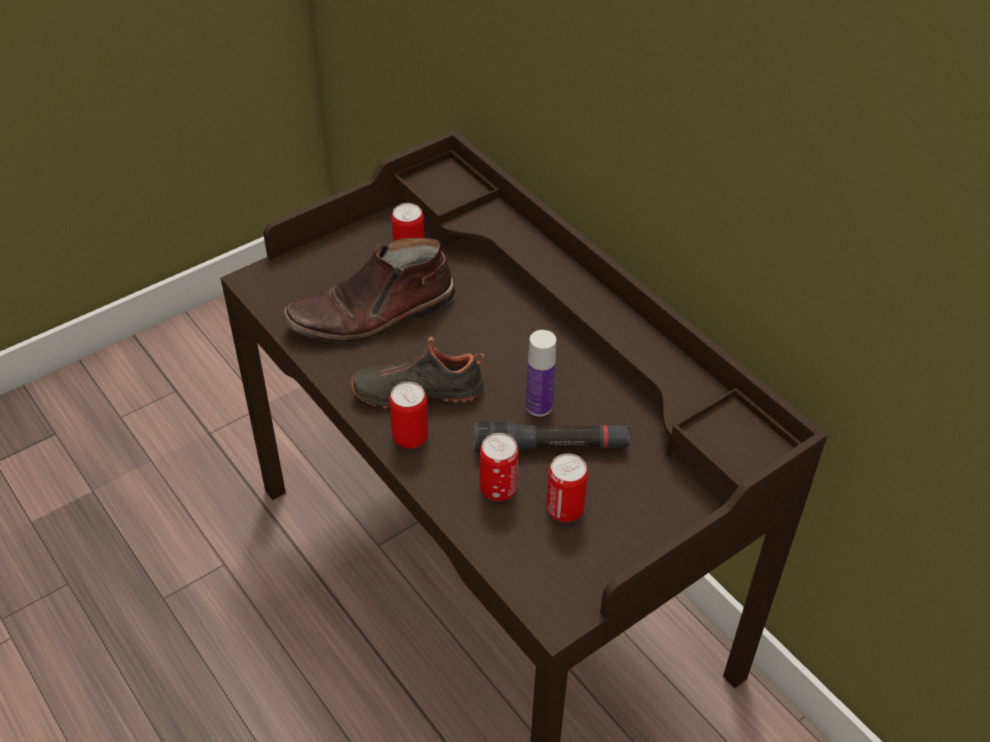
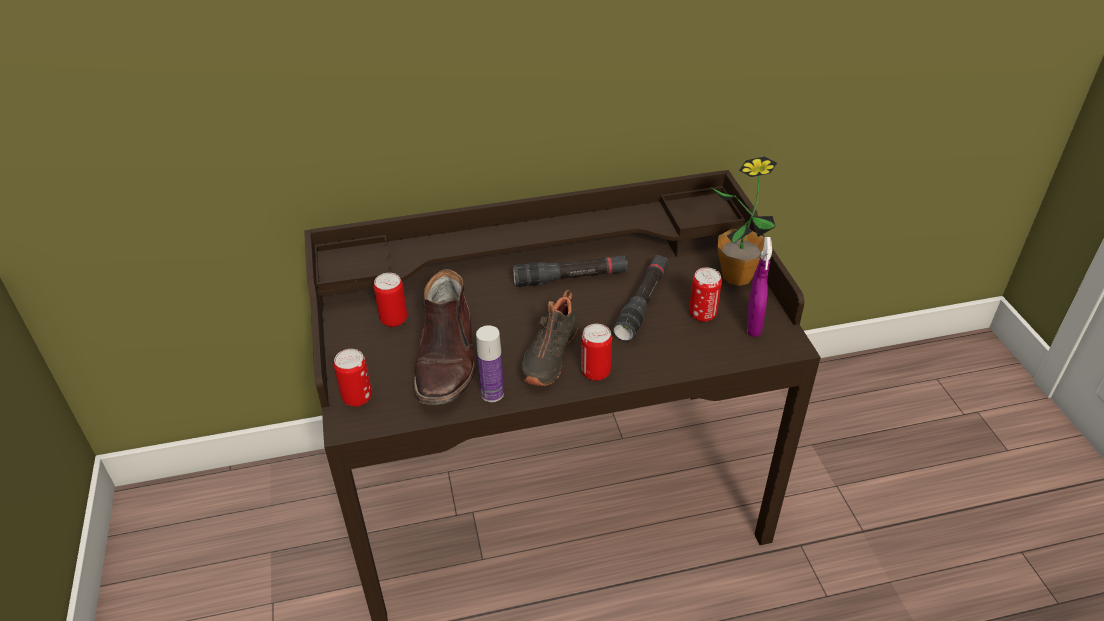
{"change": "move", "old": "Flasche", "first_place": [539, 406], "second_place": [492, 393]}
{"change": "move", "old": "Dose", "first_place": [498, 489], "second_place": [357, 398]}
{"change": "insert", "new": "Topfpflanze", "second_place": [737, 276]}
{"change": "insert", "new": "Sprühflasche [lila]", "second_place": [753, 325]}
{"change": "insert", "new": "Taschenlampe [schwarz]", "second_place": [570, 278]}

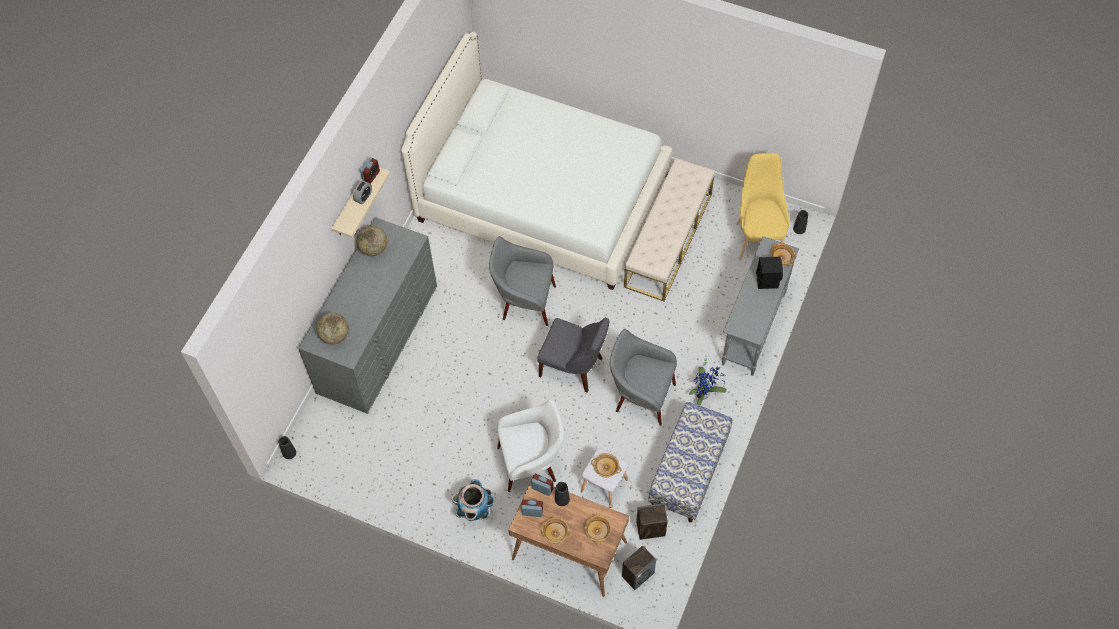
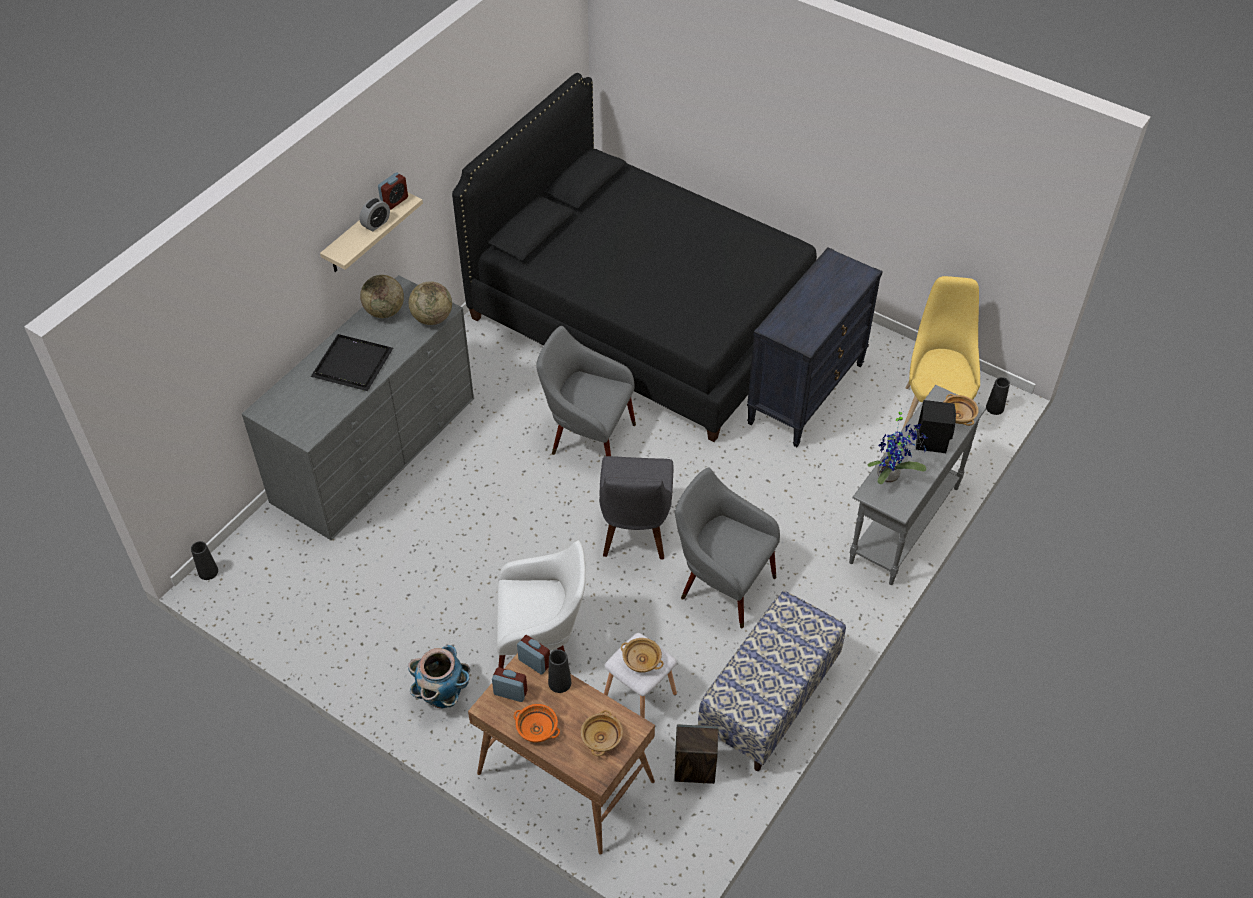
{"change": "recolor", "old": "Bett [weiß]", "new": "Bett [schwarz]", "first_place": [542, 197], "second_place": [645, 315]}
{"change": "replace", "old": "Bank [beige]", "new": "Kommode [schwarz]", "first_place": [668, 240], "second_place": [806, 392]}
{"change": "move", "old": "Globus", "first_place": [335, 336], "second_place": [432, 318]}
{"change": "rotate", "old": "Stuhl [grau]", "first_place": [574, 368], "second_place": [634, 531], "degrees": 60}
{"change": "move", "old": "Topfpflanze", "first_place": [704, 393], "second_place": [891, 475]}
{"change": "recolor", "old": "Schüssel [beige]", "new": "Schüssel [orange]", "first_place": [555, 533], "second_place": [537, 729]}
{"change": "delete", "old": "Lautsprecher", "first_place": [637, 574]}
{"change": "insert", "new": "Tablett [schwarz]", "second_place": [354, 363]}

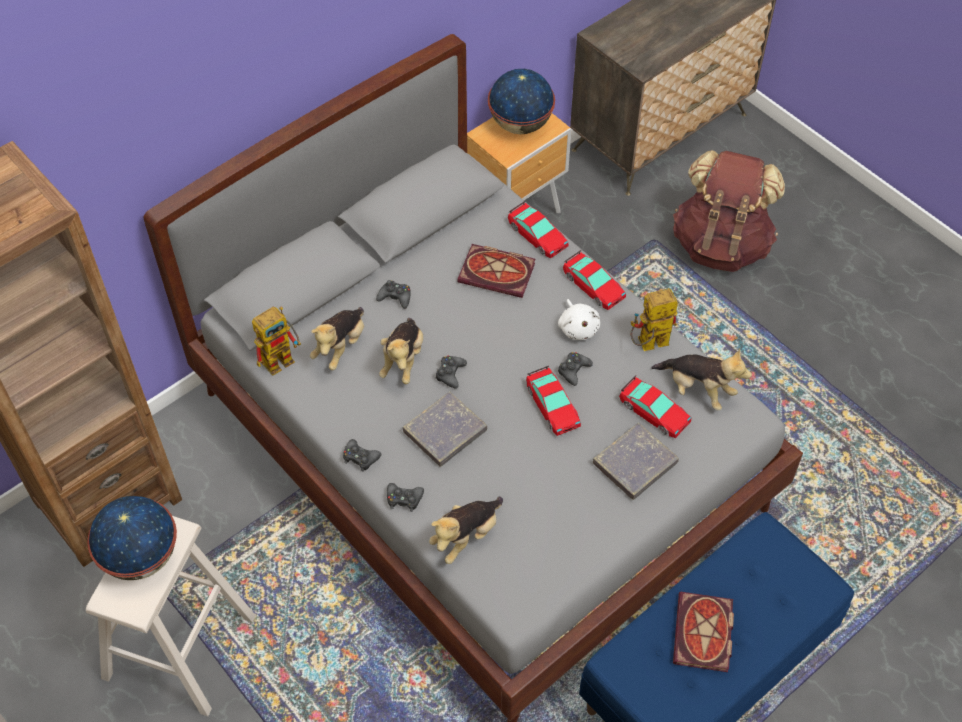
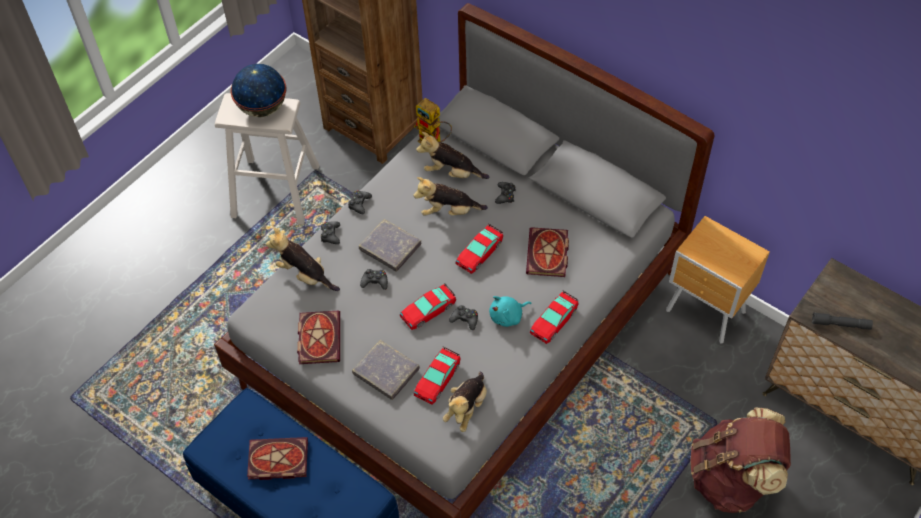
{"change": "delete", "old": "Globus", "first_place": [521, 125]}
{"change": "move", "old": "Spielzeugauto", "first_place": [537, 235], "second_place": [479, 252]}
{"change": "delete", "old": "Spielzeugroboter", "first_place": [648, 345]}
{"change": "recolor", "old": "Plüschtier [weiß]", "new": "Plüschtier [türkis]", "first_place": [578, 327], "second_place": [508, 316]}
{"change": "move", "old": "Gamepad [schwarz]", "first_place": [450, 374], "second_place": [375, 281]}
{"change": "insert", "new": "Buch", "second_place": [318, 337]}
{"change": "insert", "new": "Taschenlampe [grau]", "second_place": [840, 324]}

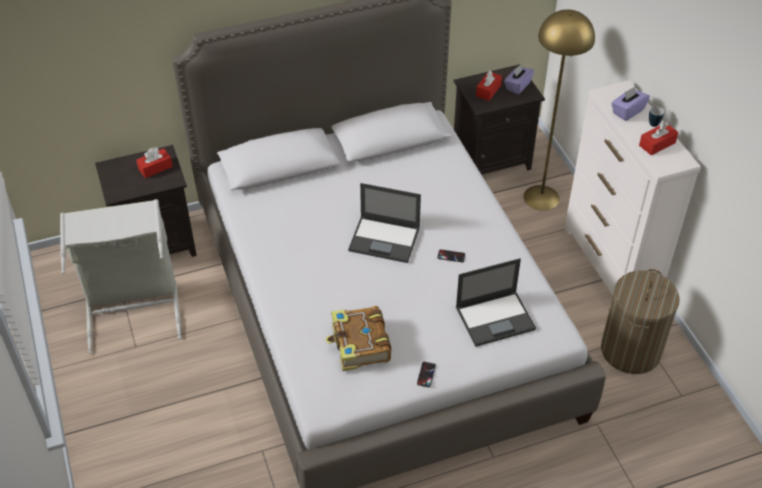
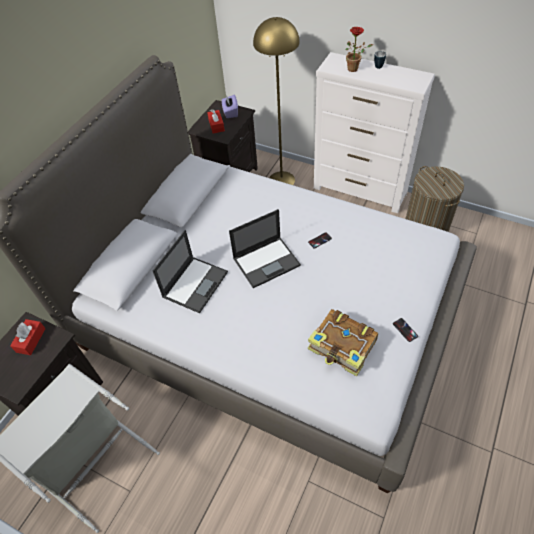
{"change": "replace", "old": "Taschentuchbox [lila]", "new": "Topfpflanze", "first_place": [627, 111], "second_place": [355, 69]}
{"change": "delete", "old": "Taschentuchbox [rot]", "first_place": [657, 144]}
{"change": "move", "old": "Laptop", "first_place": [496, 318], "second_place": [195, 284]}

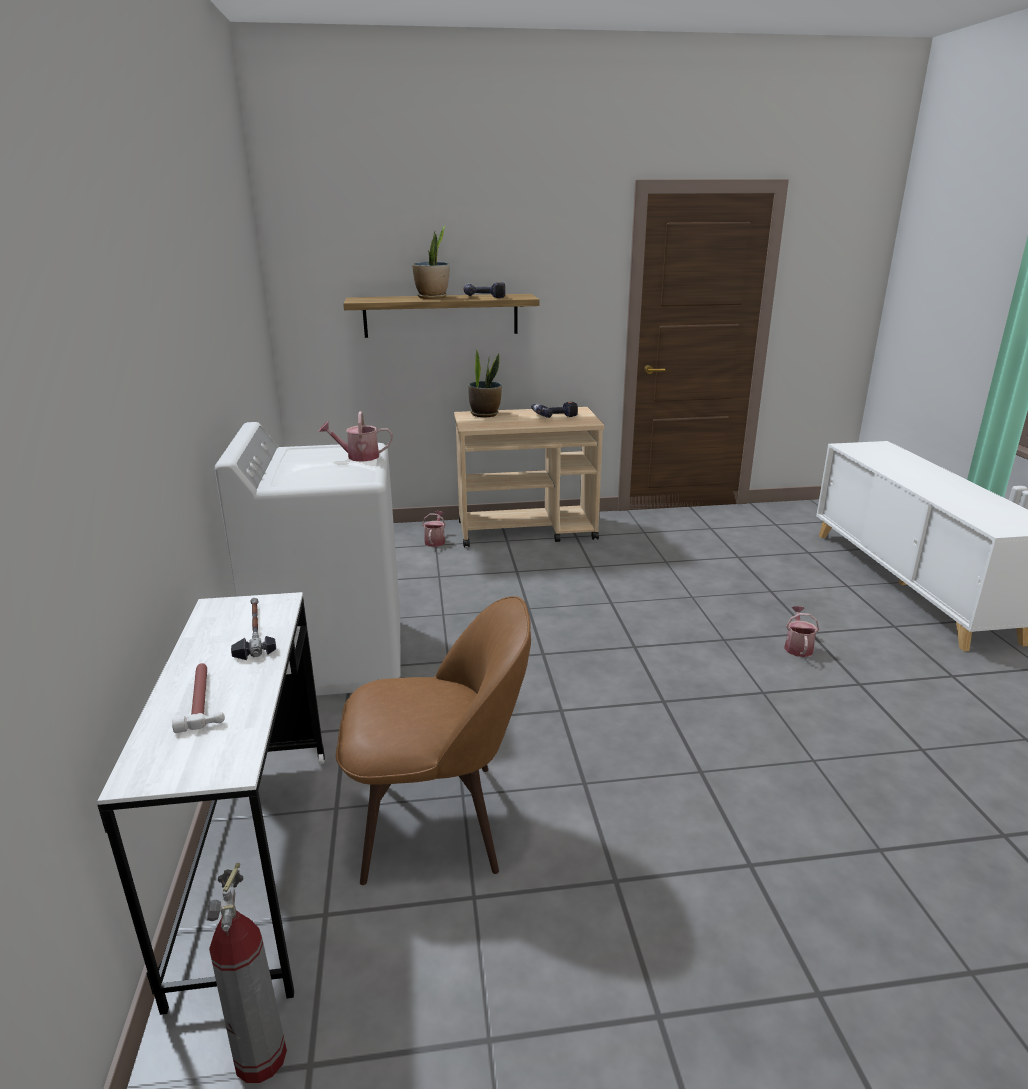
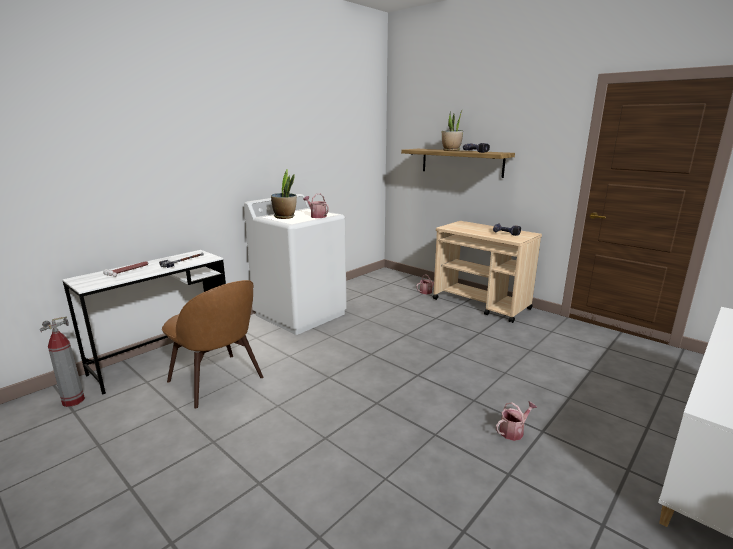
{"change": "move", "old": "Topfpflanze", "first_place": [485, 414], "second_place": [285, 217]}

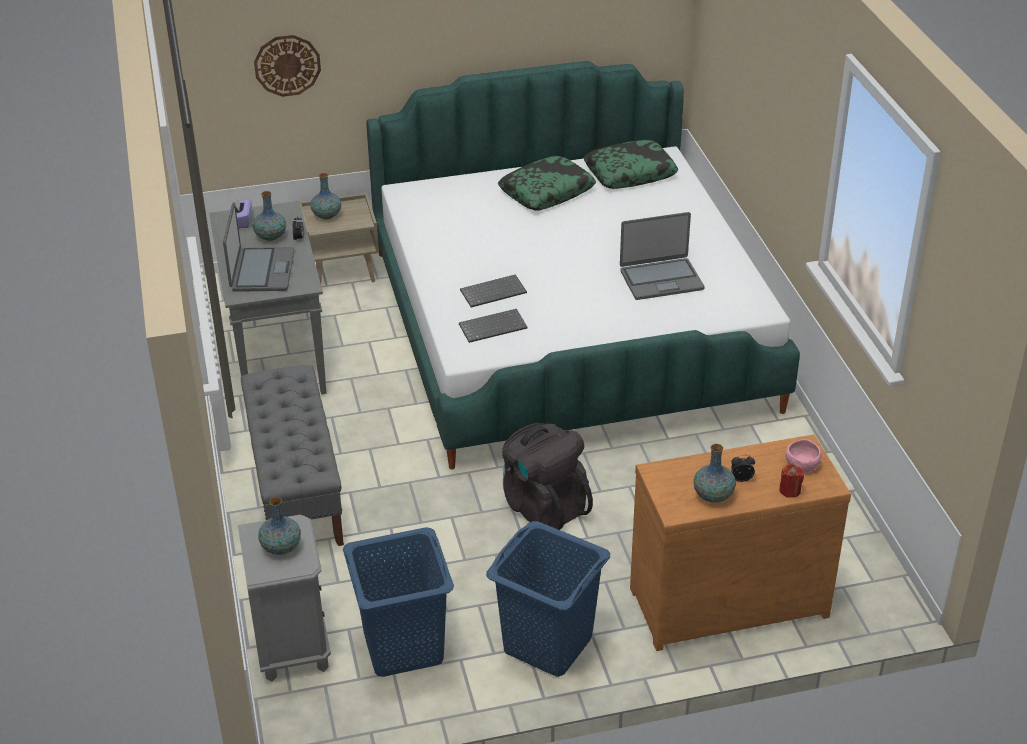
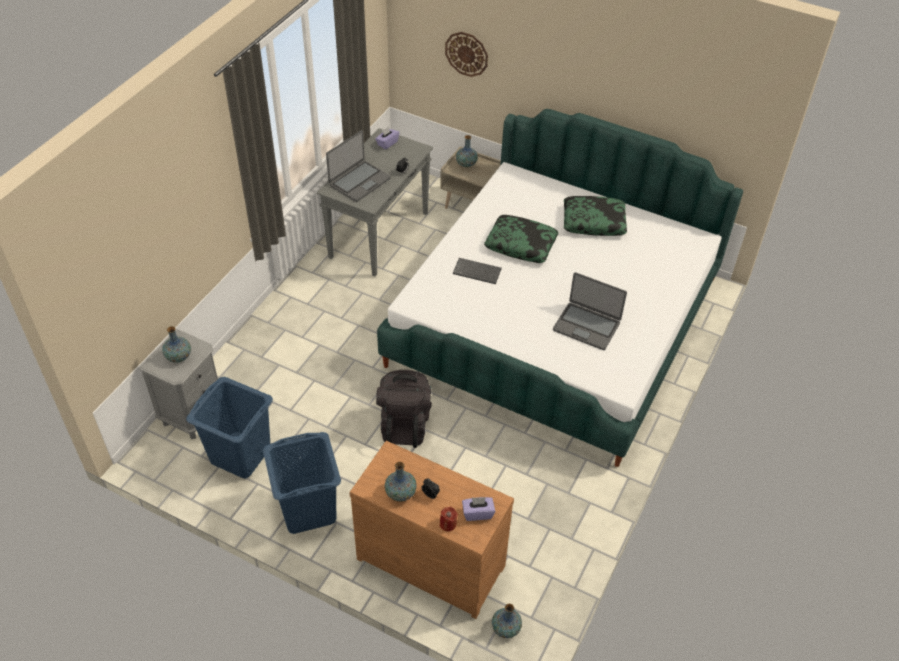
{"change": "move", "old": "Kissen", "first_place": [630, 173], "second_place": [521, 244]}
{"change": "move", "old": "Vase", "first_place": [270, 237], "second_place": [505, 628]}
{"change": "delete", "old": "Tastatur", "first_place": [493, 326]}
{"change": "delete", "old": "Bank [grau]", "first_place": [295, 488]}
{"change": "replace", "old": "Schüssel [rosa]", "new": "Taschentuchbox [lila]", "first_place": [802, 465], "second_place": [477, 513]}

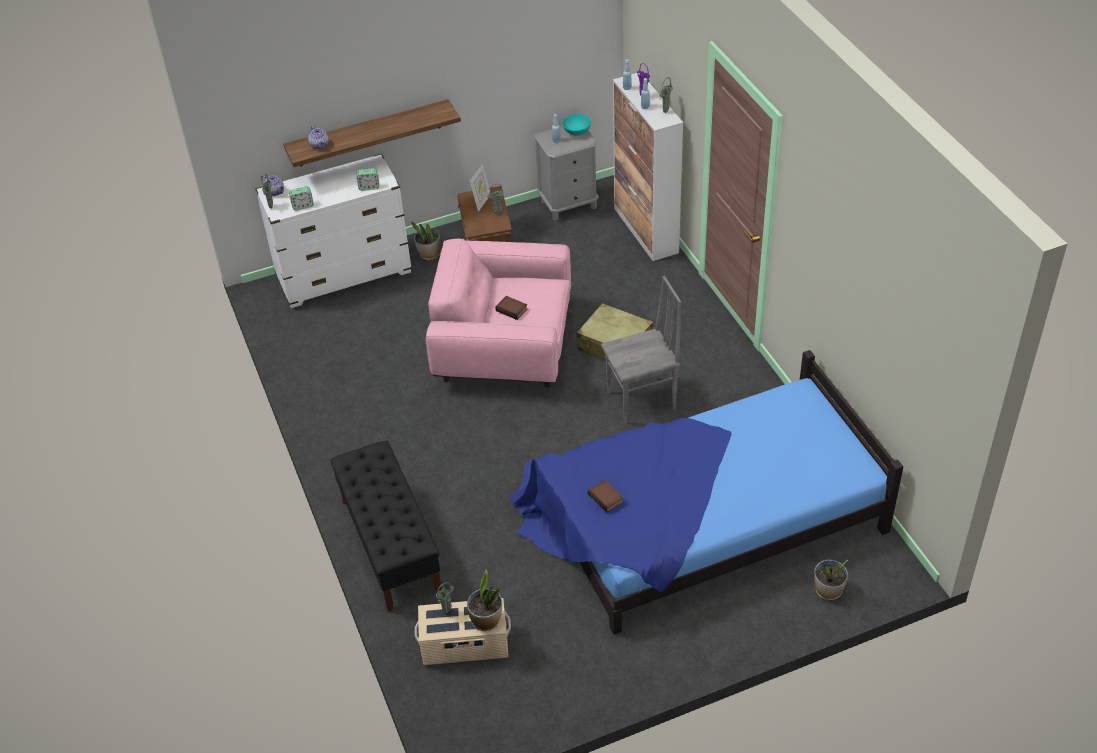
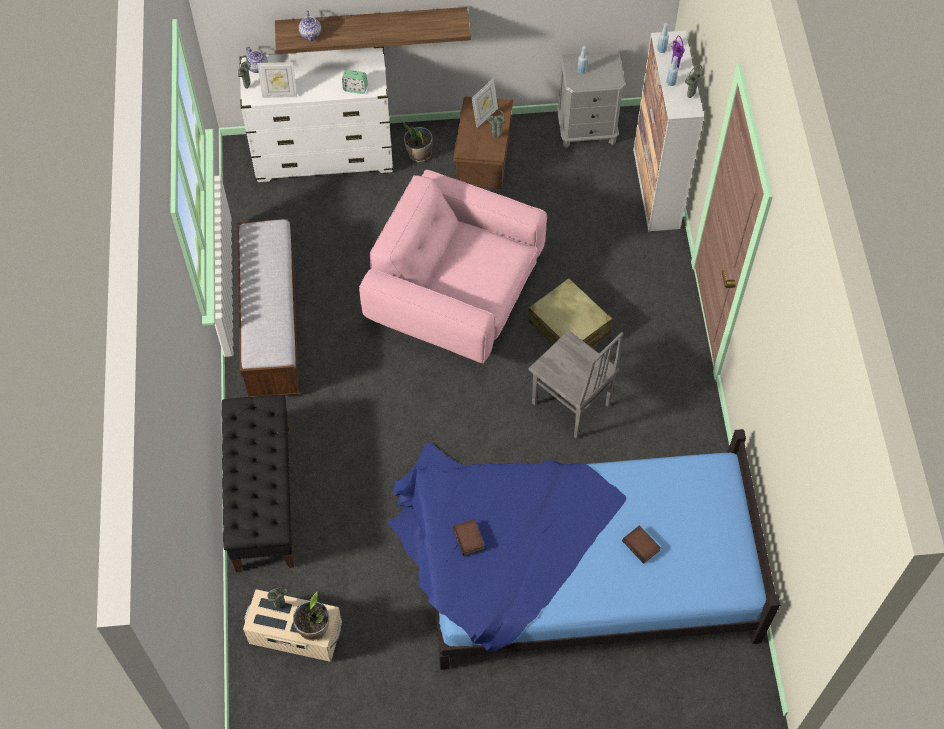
{"change": "delete", "old": "Schüssel [türkis]", "first_place": [576, 131]}
{"change": "replace", "old": "Wecker", "new": "Bilderrahmen", "first_place": [302, 206], "second_place": [279, 94]}
{"change": "rotate", "old": "Stuhl [grau]", "first_place": [642, 401], "second_place": [570, 405], "degrees": 45}
{"change": "move", "old": "Buch", "first_place": [512, 309], "second_place": [642, 545]}
{"change": "delete", "old": "Topfpflanze", "first_place": [828, 591]}
{"change": "insert", "new": "Bank", "second_place": [272, 325]}

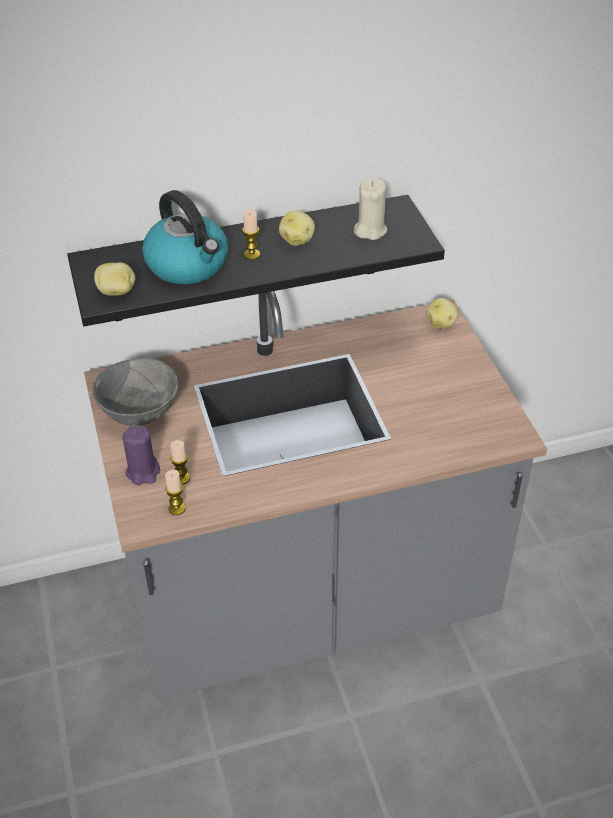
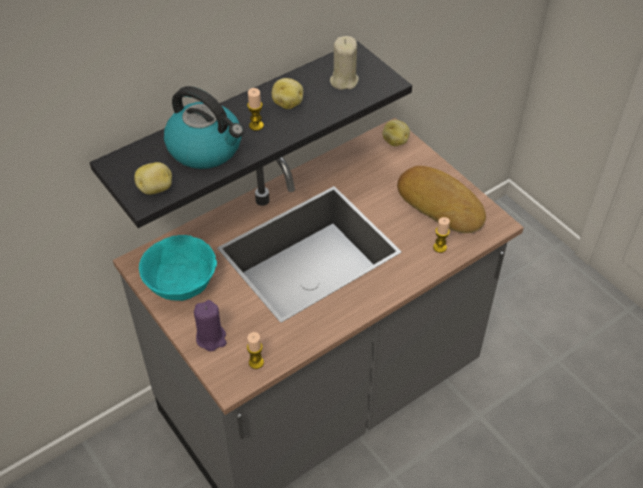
{"change": "recolor", "old": "Schüssel [grau]", "new": "Schüssel [türkis]", "first_place": [139, 411], "second_place": [181, 284]}
{"change": "move", "old": "Kerze", "first_place": [181, 478], "second_place": [439, 247]}
{"change": "insert", "new": "Brot", "second_place": [441, 204]}

